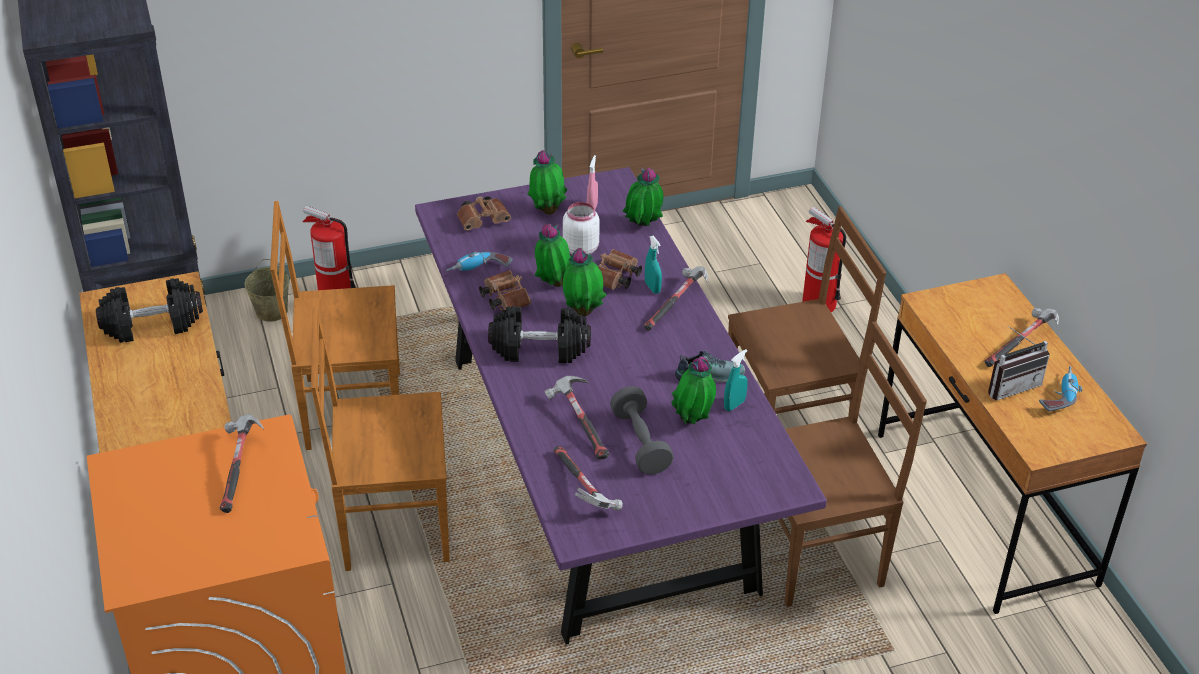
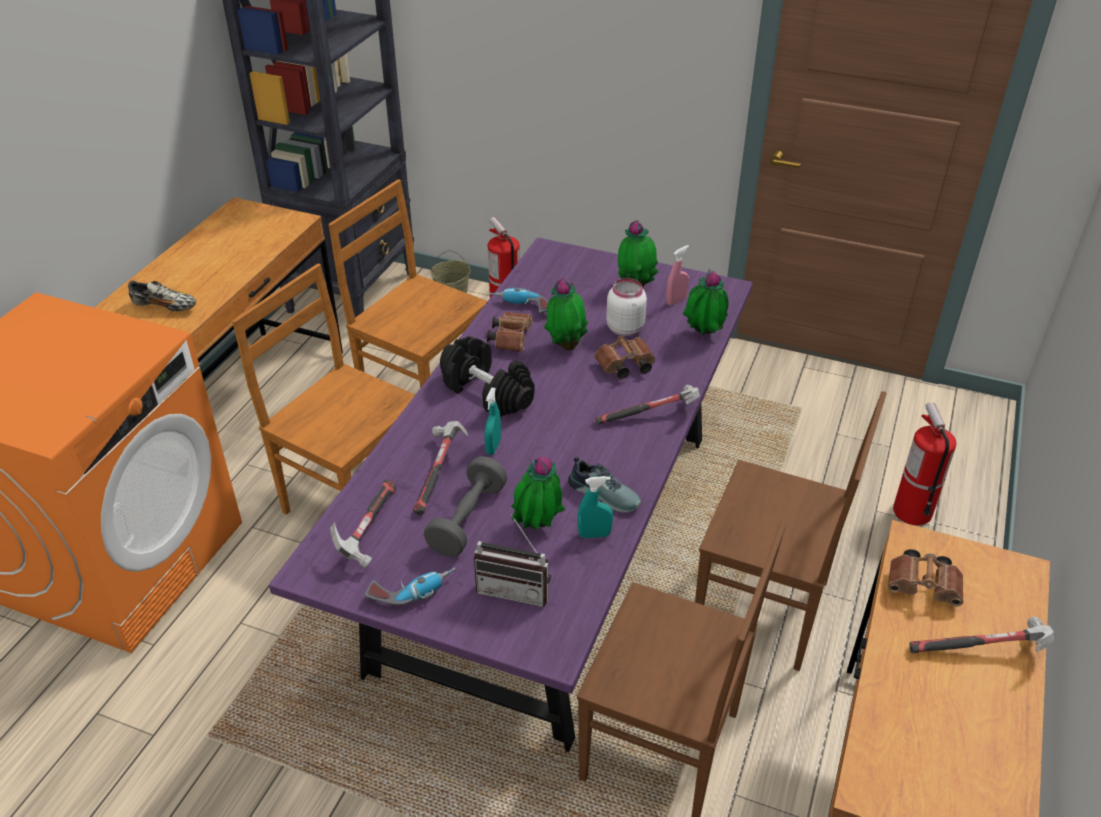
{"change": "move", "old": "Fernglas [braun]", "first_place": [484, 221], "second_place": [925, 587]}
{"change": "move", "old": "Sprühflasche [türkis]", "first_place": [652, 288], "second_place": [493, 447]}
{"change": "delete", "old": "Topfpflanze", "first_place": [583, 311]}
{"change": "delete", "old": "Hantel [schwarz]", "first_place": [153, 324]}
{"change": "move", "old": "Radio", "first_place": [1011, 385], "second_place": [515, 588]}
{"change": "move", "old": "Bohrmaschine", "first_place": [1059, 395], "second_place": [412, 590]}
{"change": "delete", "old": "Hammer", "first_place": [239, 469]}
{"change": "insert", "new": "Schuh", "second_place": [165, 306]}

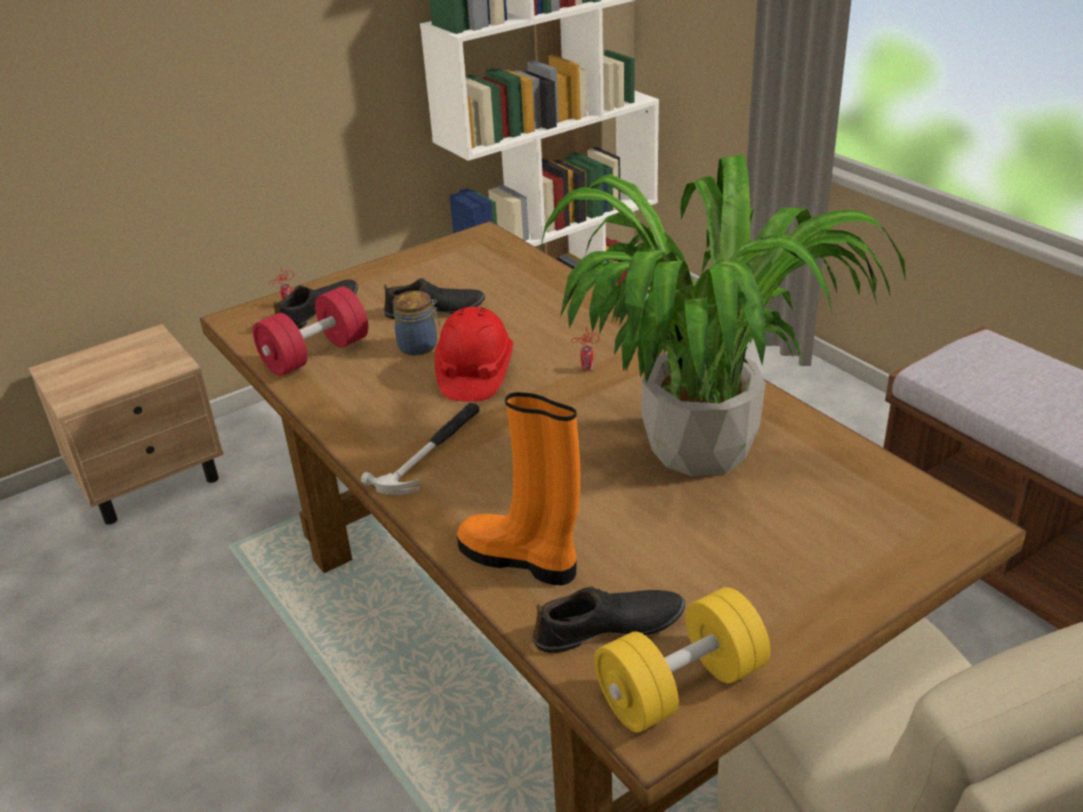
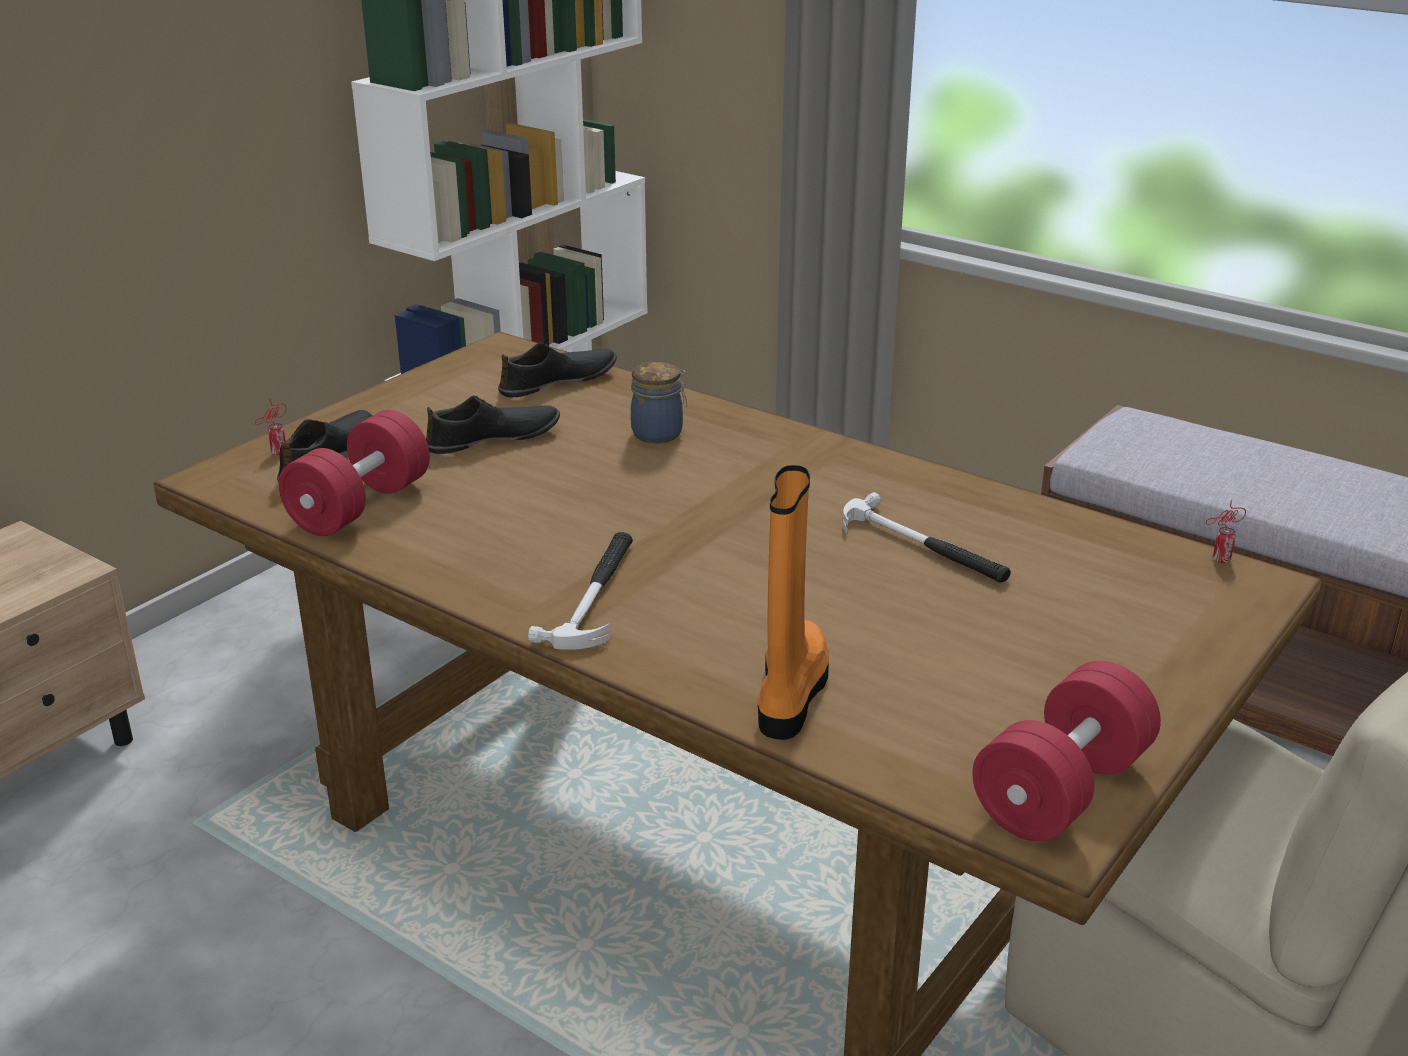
{"change": "replace", "old": "Topfpflanze", "new": "Hammer", "first_place": [697, 448], "second_place": [922, 547]}
{"change": "move", "old": "Vorratsglas", "first_place": [420, 346], "second_place": [659, 433]}
{"change": "delete", "old": "Schutzhelm [rot]", "first_place": [474, 374]}
{"change": "move", "old": "Dose", "first_place": [585, 368], "second_place": [1219, 560]}
{"change": "rotate", "old": "Stiefel [orange]", "first_place": [521, 559], "second_place": [790, 693], "degrees": 90}
{"change": "move", "old": "Schuh [schwarz]", "first_place": [609, 629], "second_place": [558, 382]}
{"change": "recolor", "old": "Hantel [gelb]", "new": "Hantel [rot]", "first_place": [681, 687], "second_place": [1062, 790]}

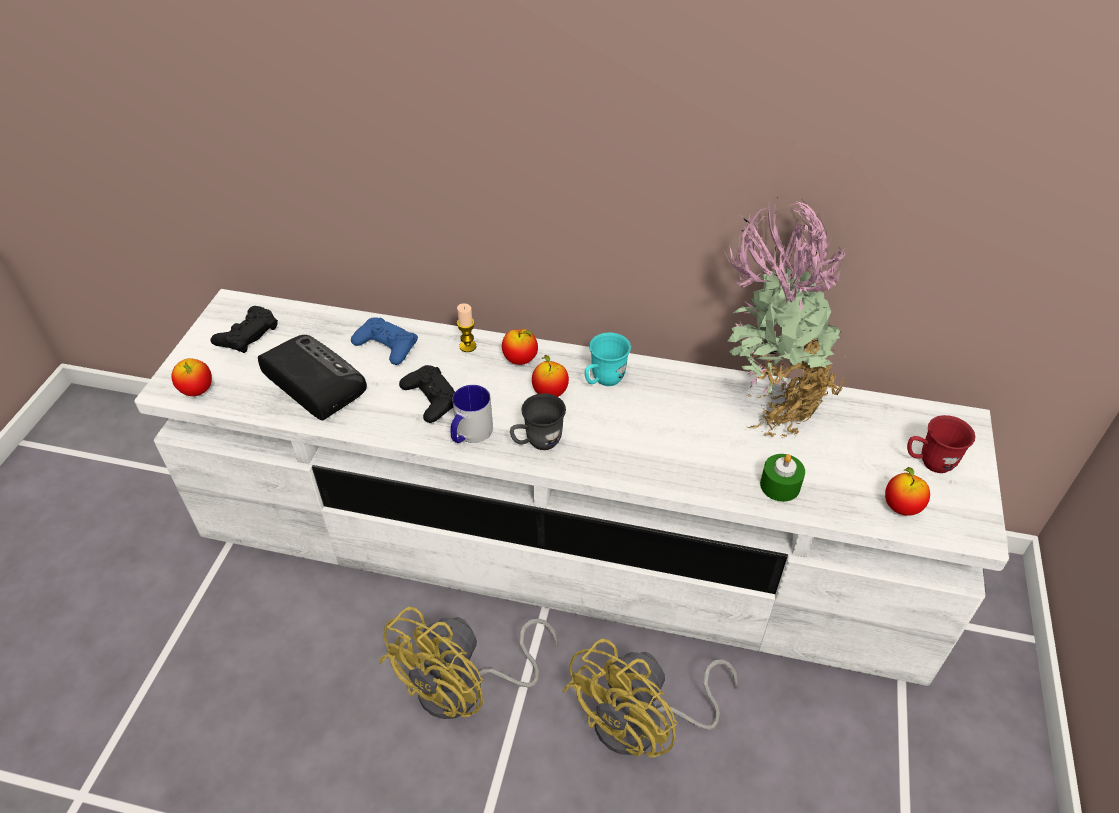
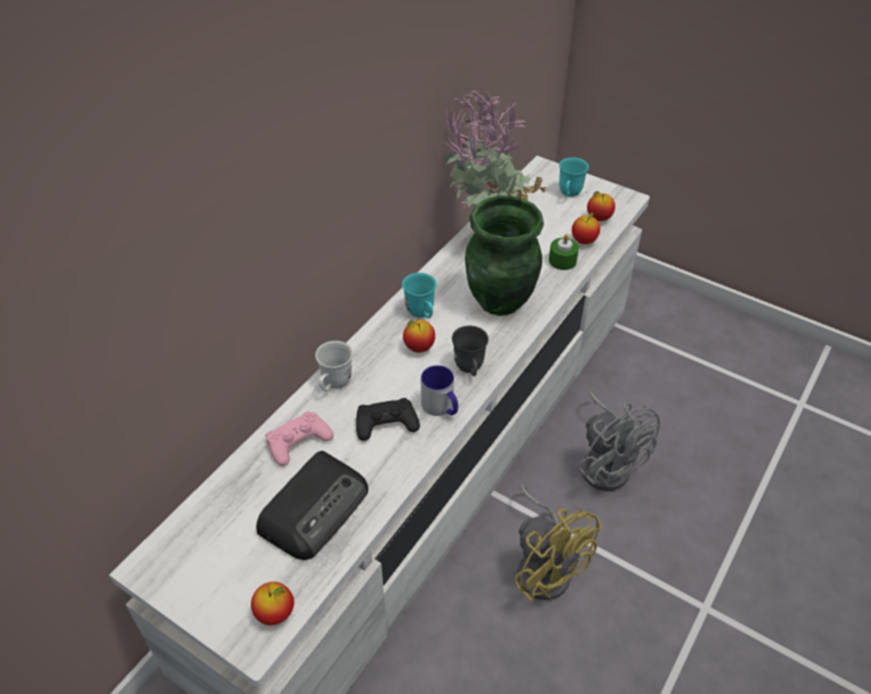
{"change": "replace", "old": "Kerze", "new": "Henkelbecher [weiß]", "first_place": [467, 346], "second_place": [334, 384]}
{"change": "delete", "old": "Gamepad [schwarz]", "first_place": [247, 334]}
{"change": "recolor", "old": "Gamepad [blau]", "new": "Gamepad [rosa]", "first_place": [386, 345], "second_place": [298, 441]}
{"change": "move", "old": "Apfel", "first_place": [520, 360], "second_place": [584, 241]}
{"change": "rotate", "old": "Radio", "first_place": [312, 381], "second_place": [315, 508], "degrees": 150}
{"change": "recolor", "old": "Henkelbecher [rot]", "new": "Henkelbecher [türkis]", "first_place": [929, 462], "second_place": [569, 194]}
{"change": "recolor", "old": "Ventilator [gelb]", "new": "Ventilator [grau]", "first_place": [643, 724], "second_place": [606, 463]}
{"change": "insert", "new": "Vase [grün]", "second_place": [500, 302]}

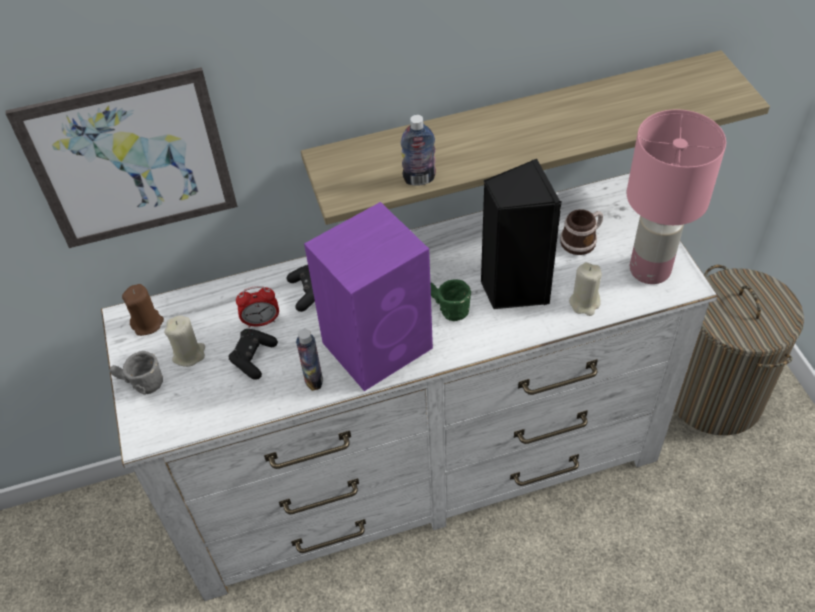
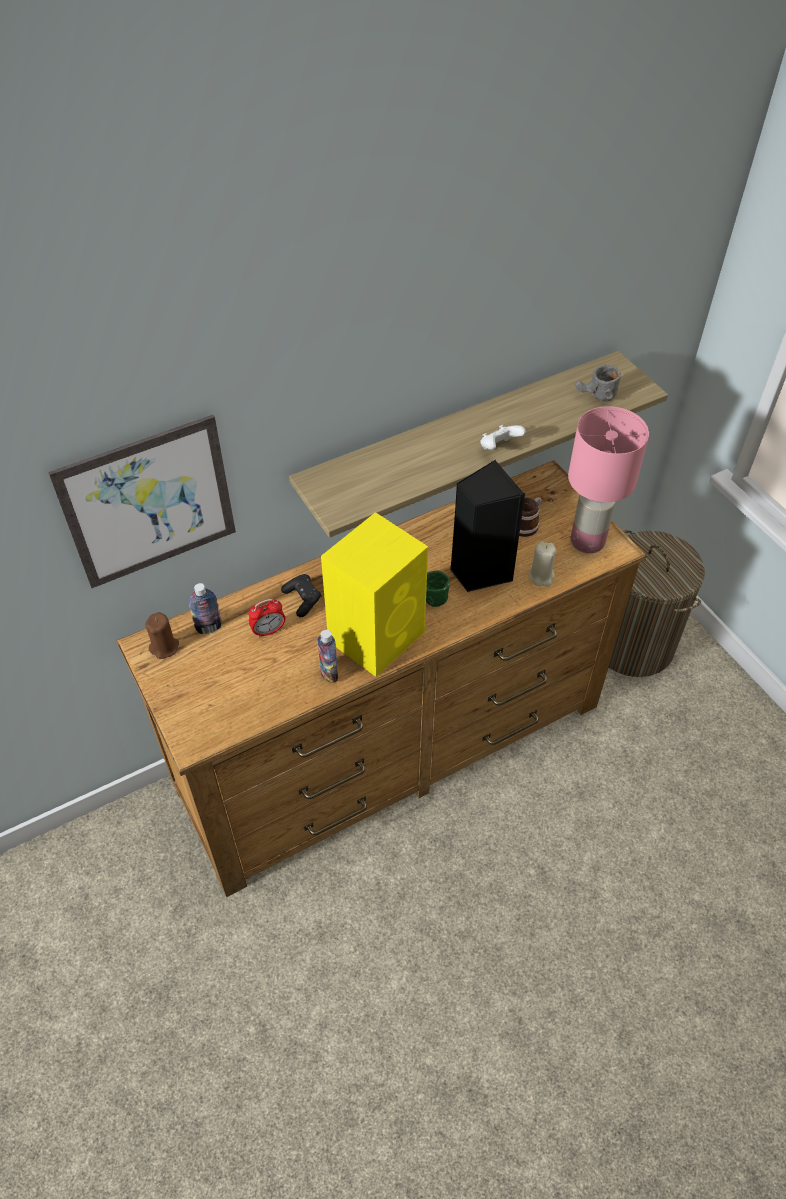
{"change": "move", "old": "Flasche", "first_place": [419, 179], "second_place": [209, 627]}
{"change": "recolor", "old": "Kommode [weiß]", "new": "Kommode [braun]", "first_place": [417, 465], "second_place": [391, 744]}
{"change": "recolor", "old": "Lautsprecher [lila]", "new": "Lautsprecher [gelb]", "first_place": [379, 344], "second_place": [378, 635]}
{"change": "delete", "old": "Kerze [beige]", "first_place": [189, 354]}
{"change": "delete", "old": "Gamepad [schwarz]", "first_place": [253, 358]}
{"change": "move", "old": "Henkelbecher [grau]", "first_place": [138, 384], "second_place": [595, 396]}
{"change": "insert", "new": "Gamepad [weiß]", "second_place": [499, 448]}

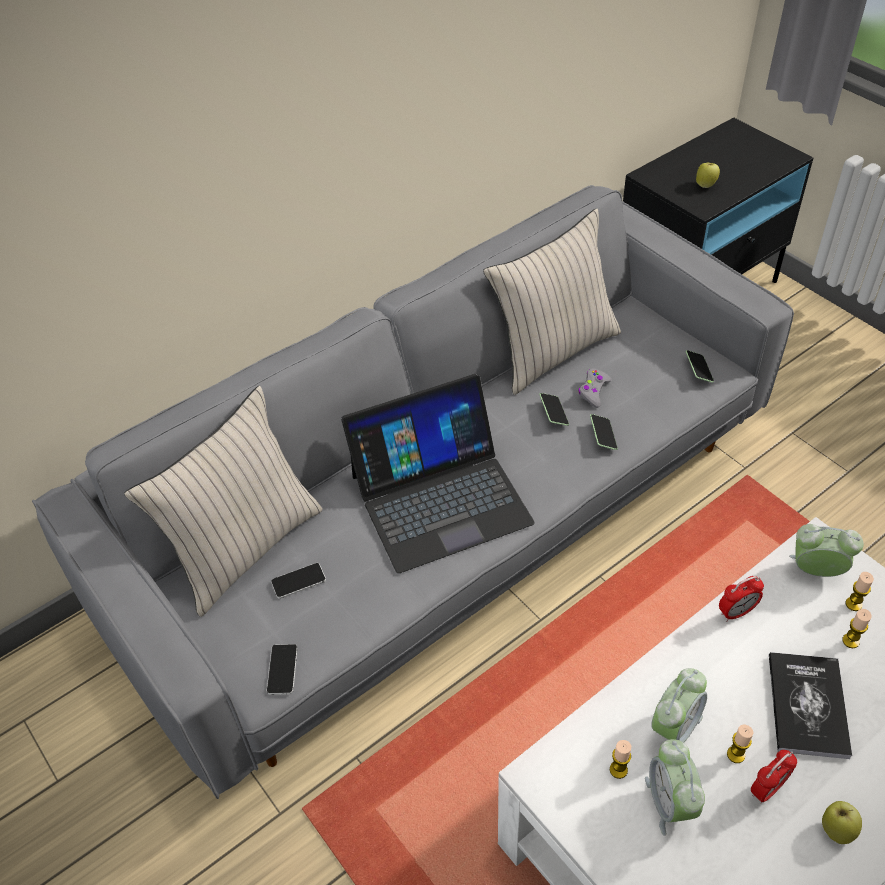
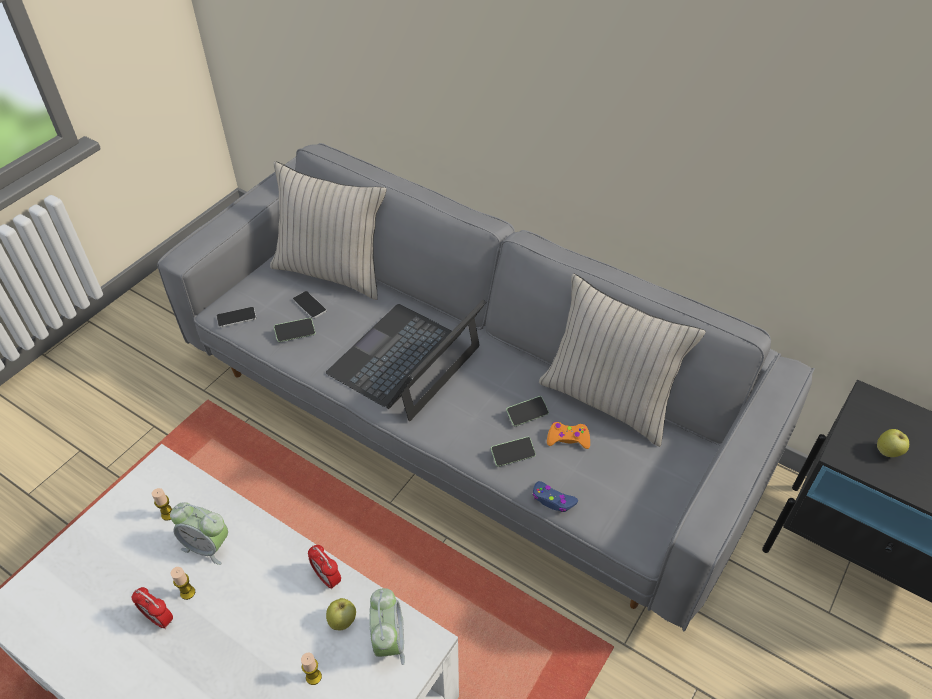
{"change": "move", "old": "Handy", "first_place": [698, 371], "second_place": [295, 333]}
{"change": "recolor", "old": "Gamepad [grau]", "new": "Gamepad [orange]", "first_place": [593, 391], "second_place": [568, 439]}
{"change": "rotate", "old": "Laptop", "first_place": [440, 498], "second_place": [406, 361], "degrees": 75}
{"change": "delete", "old": "Kerze", "first_place": [853, 604]}
{"change": "delete", "old": "Buch", "first_place": [807, 705]}
{"change": "delete", "old": "Wecker", "first_place": [670, 802]}
{"change": "move", "old": "Apfel", "first_place": [836, 829], "second_place": [343, 621]}
{"change": "insert", "new": "Gamepad [blau]", "second_place": [553, 500]}

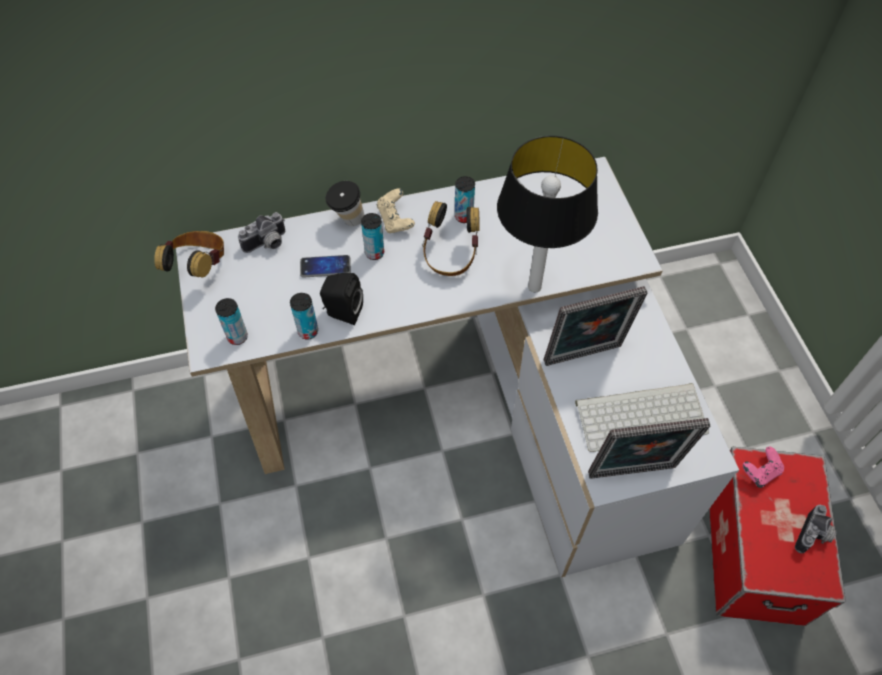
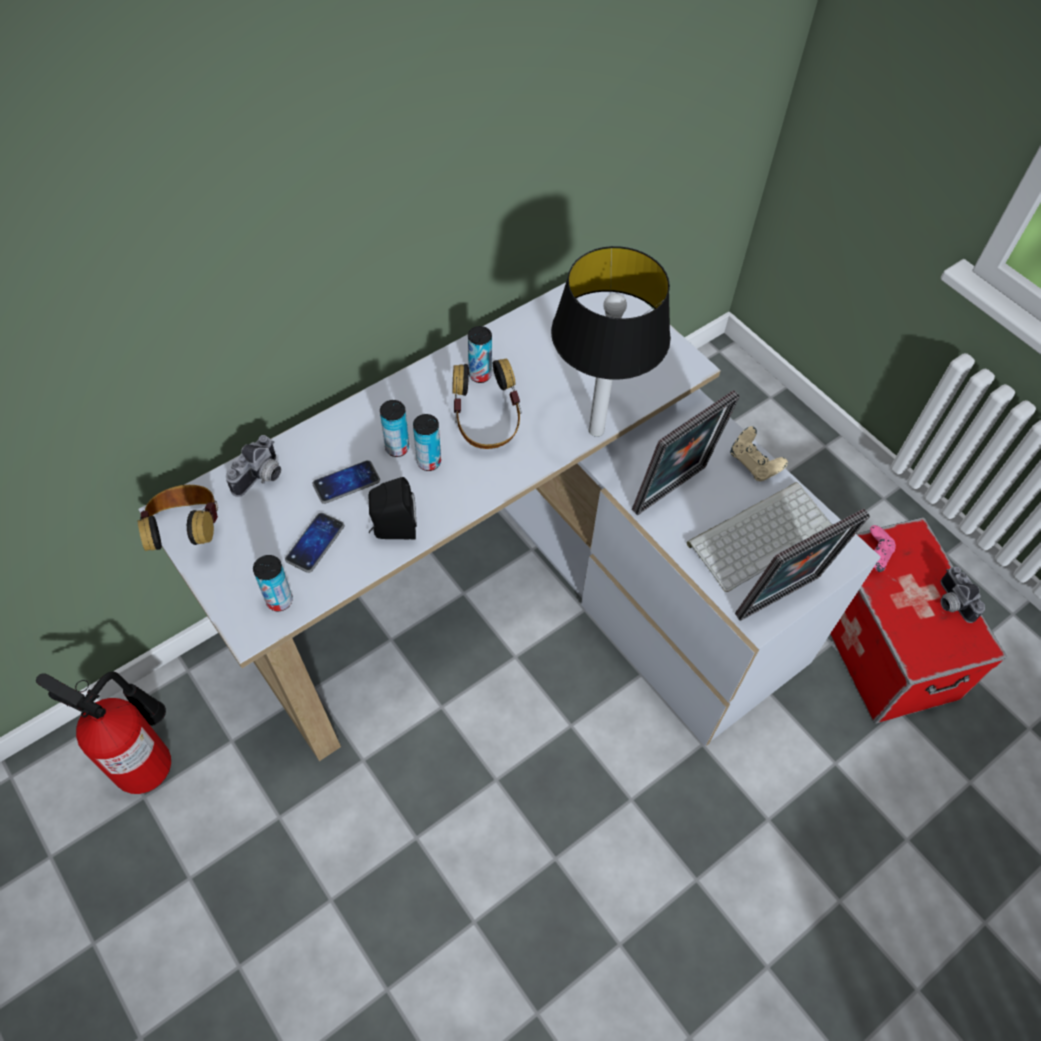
{"change": "delete", "old": "Tasse", "first_place": [347, 222]}
{"change": "move", "old": "Gamepad [beige]", "first_place": [395, 220], "second_place": [754, 464]}
{"change": "move", "old": "Dose", "first_place": [308, 331], "second_place": [429, 462]}
{"change": "rotate", "old": "Kamera", "first_place": [814, 536], "second_place": [950, 602], "degrees": 150}
{"change": "insert", "new": "Handy", "second_place": [315, 543]}
{"change": "insert", "new": "Feuerlöscher", "second_place": [147, 759]}

